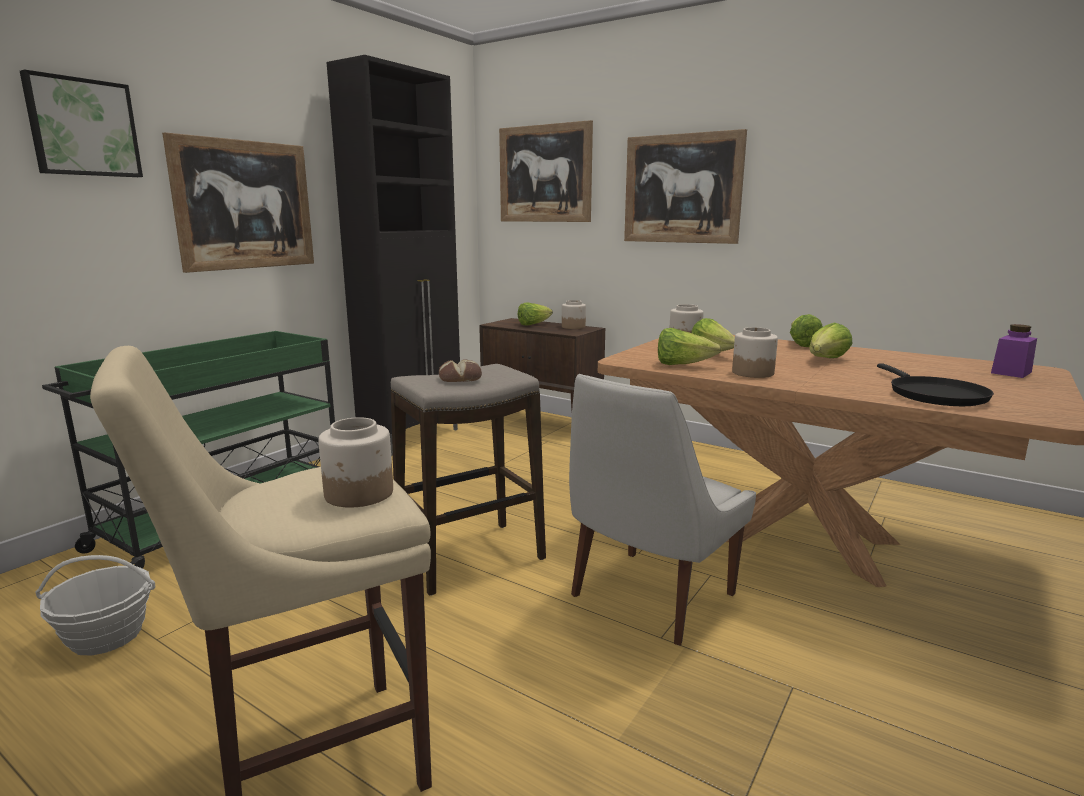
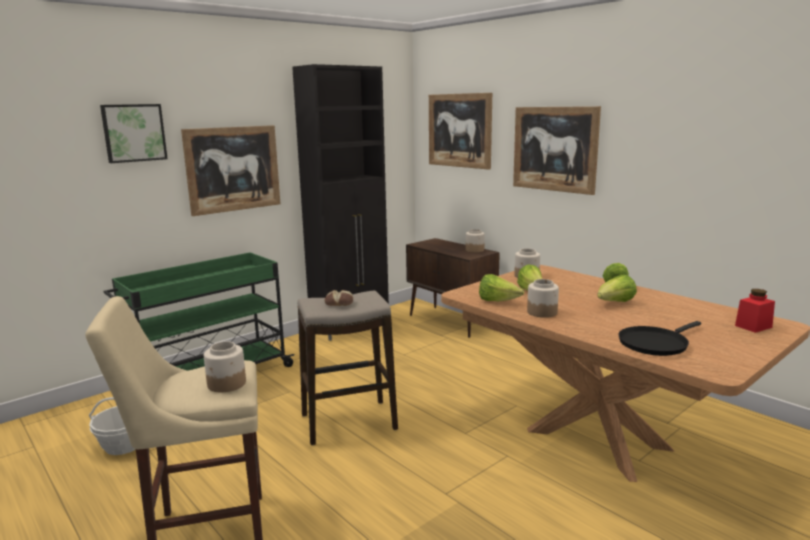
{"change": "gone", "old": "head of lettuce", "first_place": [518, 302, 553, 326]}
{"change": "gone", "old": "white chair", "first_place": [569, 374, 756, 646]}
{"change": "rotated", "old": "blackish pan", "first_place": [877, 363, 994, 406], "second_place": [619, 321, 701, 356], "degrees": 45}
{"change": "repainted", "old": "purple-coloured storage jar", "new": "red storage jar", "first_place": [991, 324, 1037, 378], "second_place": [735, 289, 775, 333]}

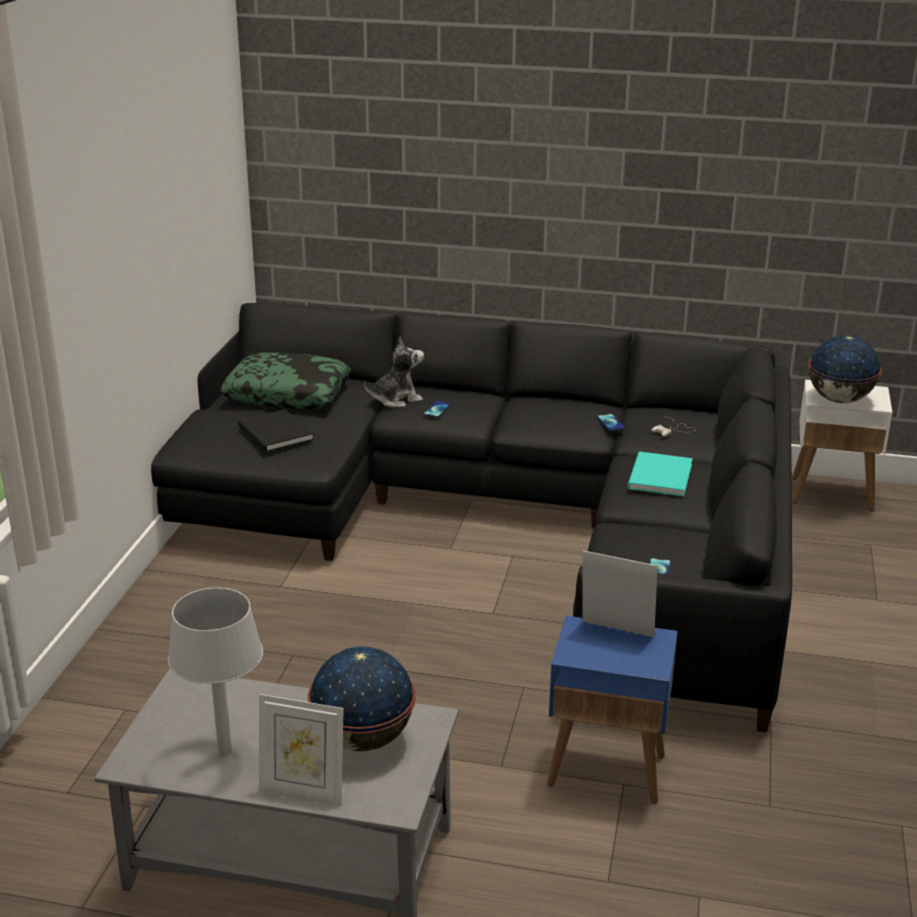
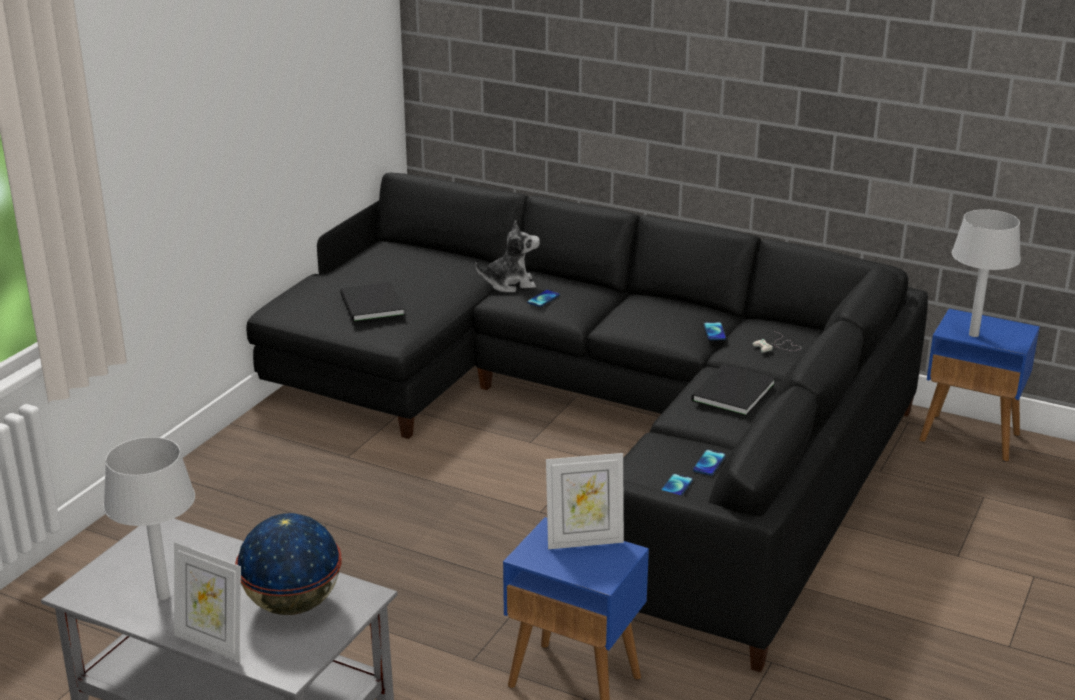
{"change": "gone", "old": "throw pillow", "first_place": [220, 352, 351, 409]}
{"change": "rotated", "old": "standing frame", "first_place": [582, 551, 658, 637], "second_place": [546, 453, 624, 549], "degrees": 135}
{"change": "repainted", "old": "blue-green bound book", "new": "blackish bound book", "first_place": [628, 452, 693, 497], "second_place": [691, 364, 775, 416]}
{"change": "repainted", "old": "white side table", "new": "blue side table", "first_place": [792, 380, 892, 511], "second_place": [919, 309, 1040, 462]}
{"change": "swapped", "old": "desk globe", "new": "greyish tabletop lamp", "first_place": [808, 335, 882, 403], "second_place": [952, 209, 1021, 337]}
{"change": "new", "new": "telephone", "second_place": [693, 450, 726, 476]}

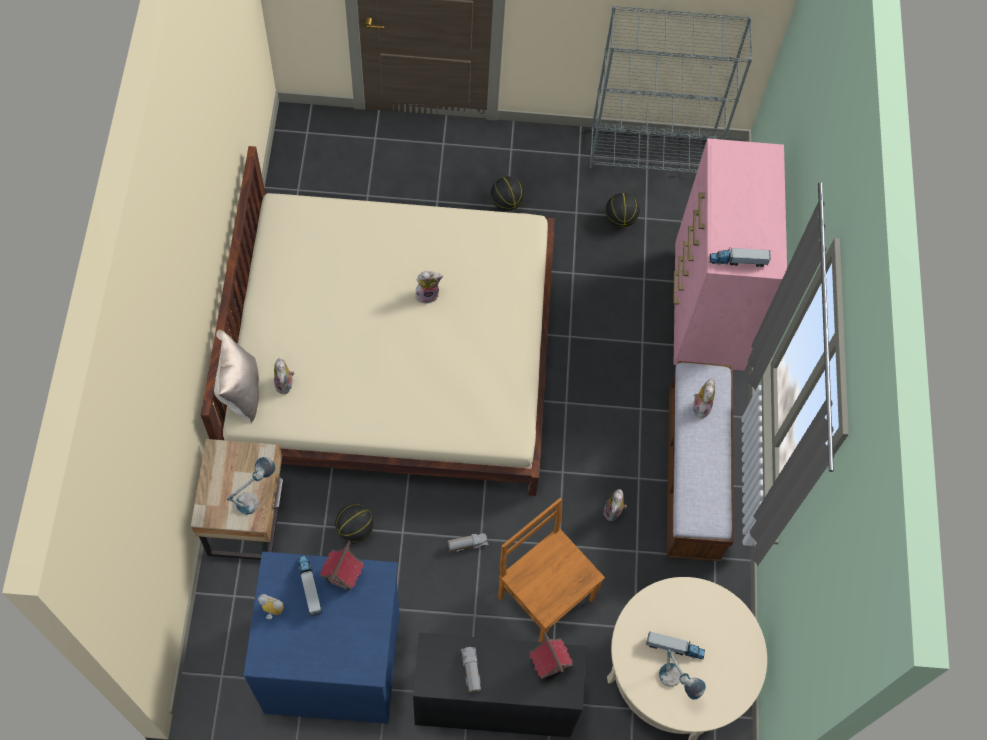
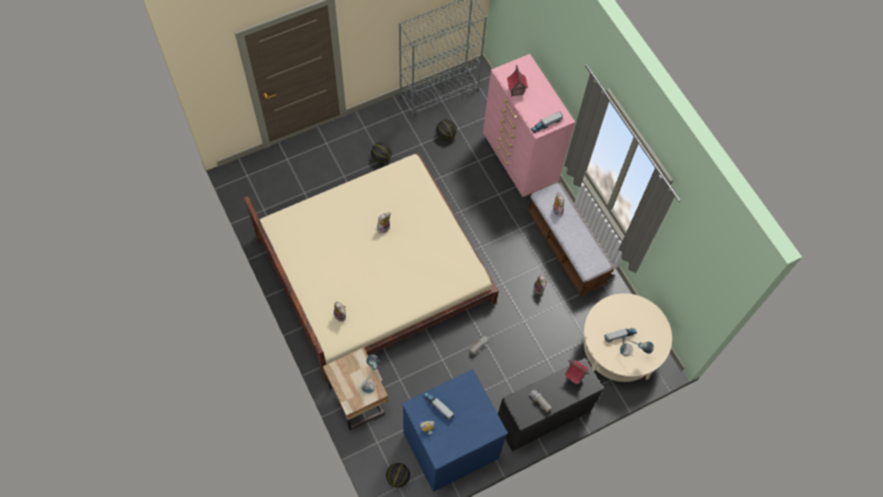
{"change": "gone", "old": "sand-coloured throw pillow", "first_place": [211, 329, 259, 423]}
{"change": "shifted", "old": "toy house", "first_place": [320, 541, 364, 591], "second_place": [507, 65, 528, 96]}
{"change": "shifted", "old": "basketball ball", "first_place": [335, 504, 374, 543], "second_place": [386, 463, 410, 488]}
{"change": "gone", "old": "brown-coloured chair", "first_place": [498, 498, 605, 642]}

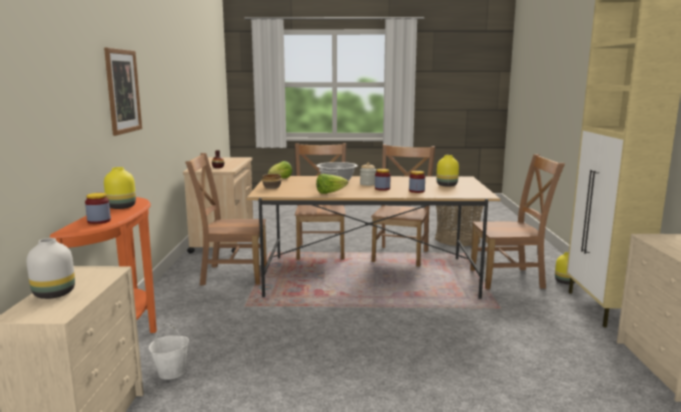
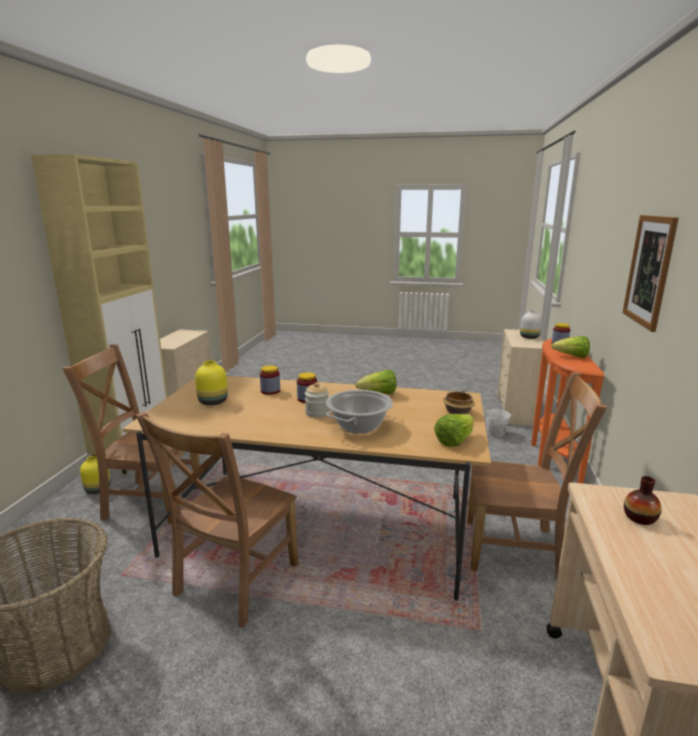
{"change": "swapped", "old": "yellowish vase", "new": "head of lettuce", "first_place": [104, 167, 136, 209], "second_place": [551, 336, 590, 358]}
{"change": "gone", "old": "brown-coloured chair", "first_place": [295, 143, 346, 260]}

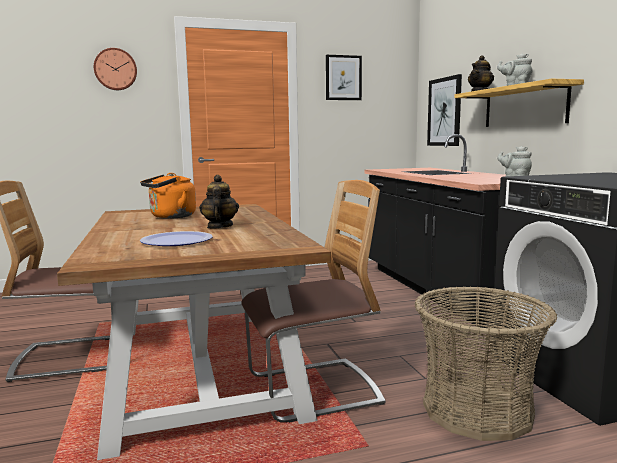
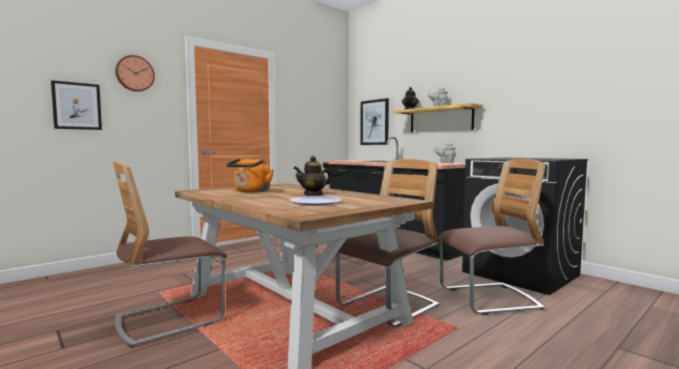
{"change": "rotated", "old": "pot for tea", "first_place": [199, 175, 239, 228], "second_place": [294, 156, 333, 196], "degrees": -90}
{"change": "shifted", "old": "wall art", "first_place": [326, 55, 362, 100], "second_place": [51, 80, 102, 130]}
{"change": "swapped", "old": "storage basket", "new": "chair", "first_place": [415, 286, 557, 441], "second_place": [439, 159, 546, 315]}

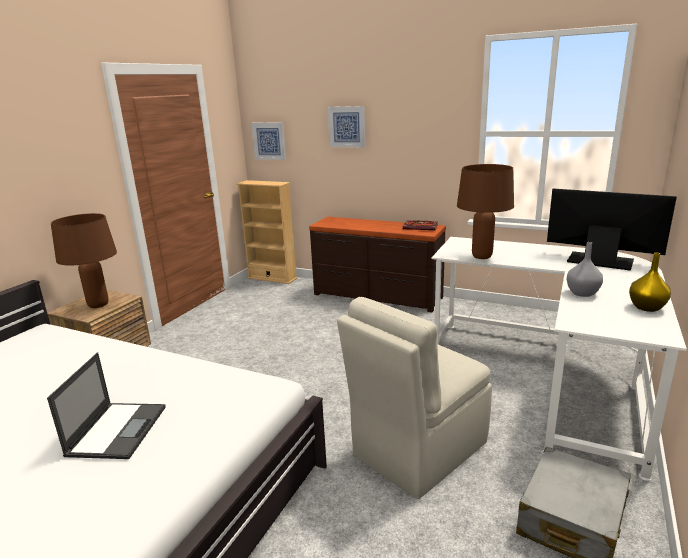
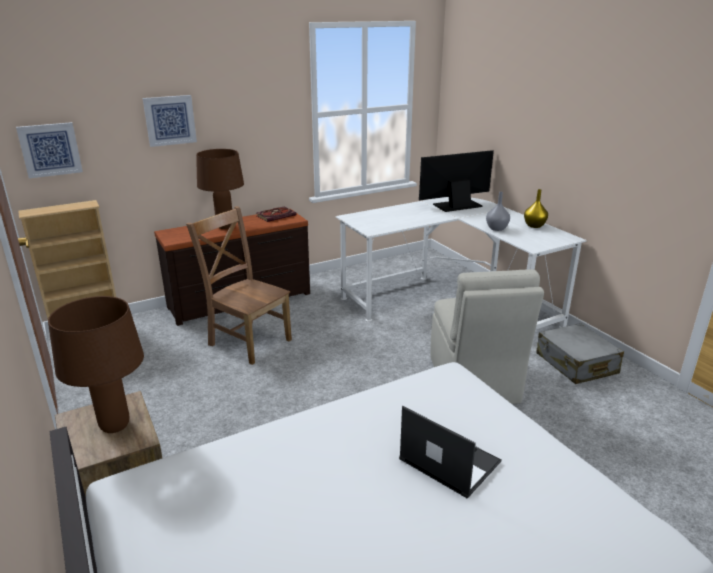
{"change": "shifted", "old": "brown-coloured tabletop lamp", "first_place": [457, 164, 514, 259], "second_place": [196, 149, 244, 229]}
{"change": "new", "new": "brown-coloured chair", "second_place": [186, 206, 292, 365]}

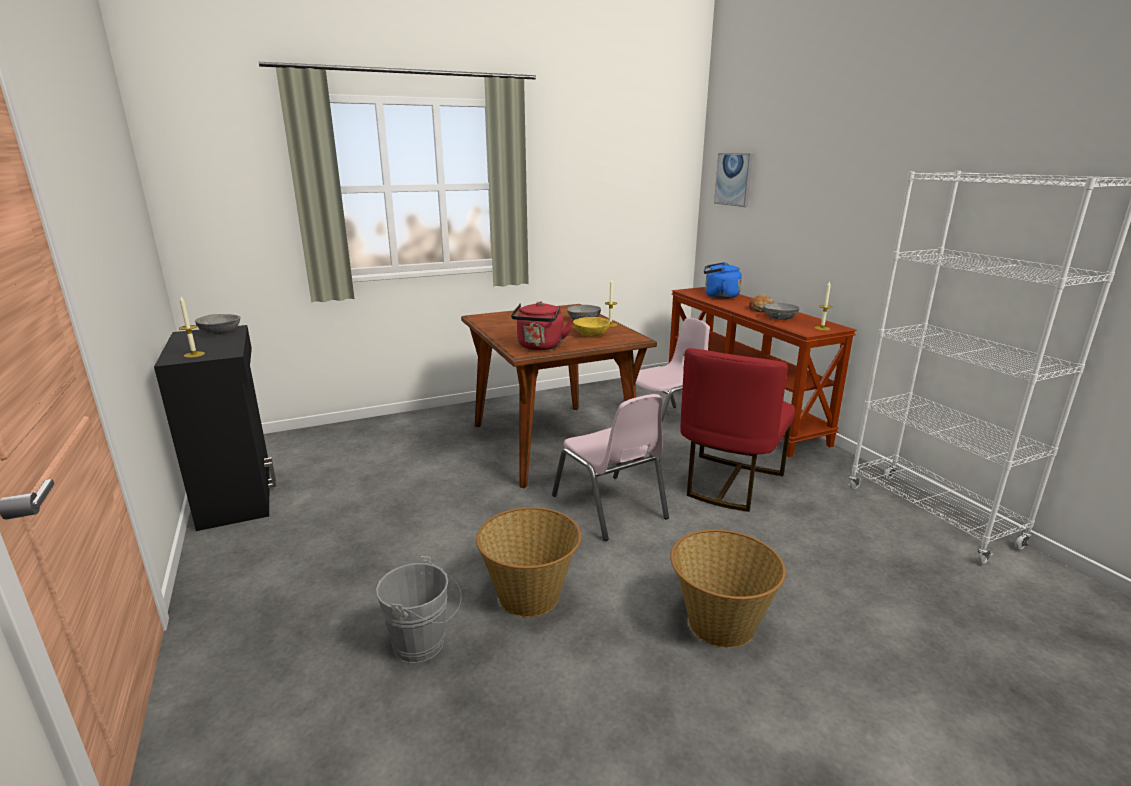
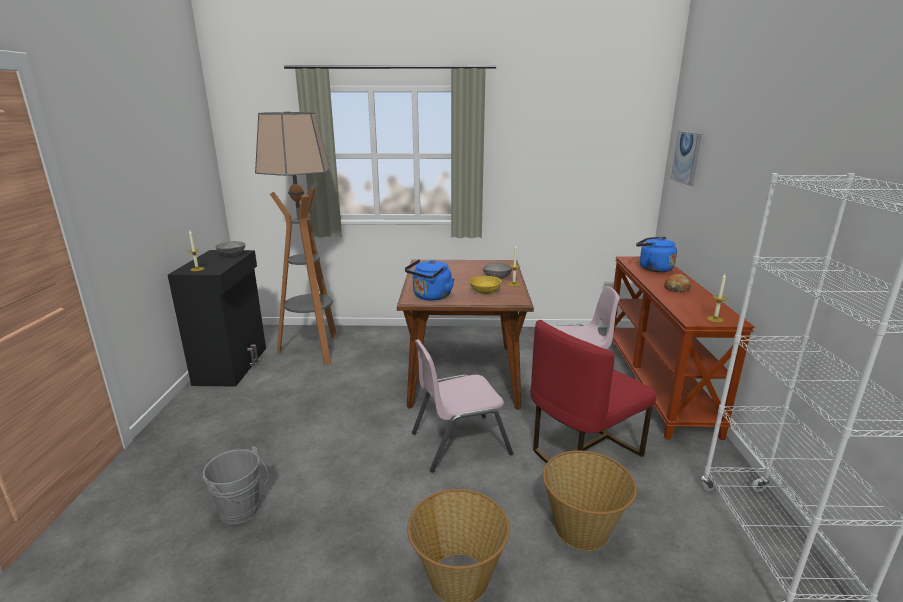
{"change": "shifted", "old": "storage basket", "first_place": [476, 507, 581, 617], "second_place": [543, 451, 637, 551]}
{"change": "repainted", "old": "red water kettle", "new": "blue water kettle", "first_place": [511, 301, 573, 350], "second_place": [405, 259, 454, 301]}
{"change": "rotated", "old": "pink chair", "first_place": [552, 394, 669, 541], "second_place": [412, 339, 513, 473], "degrees": 75}
{"change": "gone", "old": "greyish bowl", "first_place": [764, 303, 799, 320]}
{"change": "new", "new": "standard lamp", "second_place": [255, 112, 337, 365]}

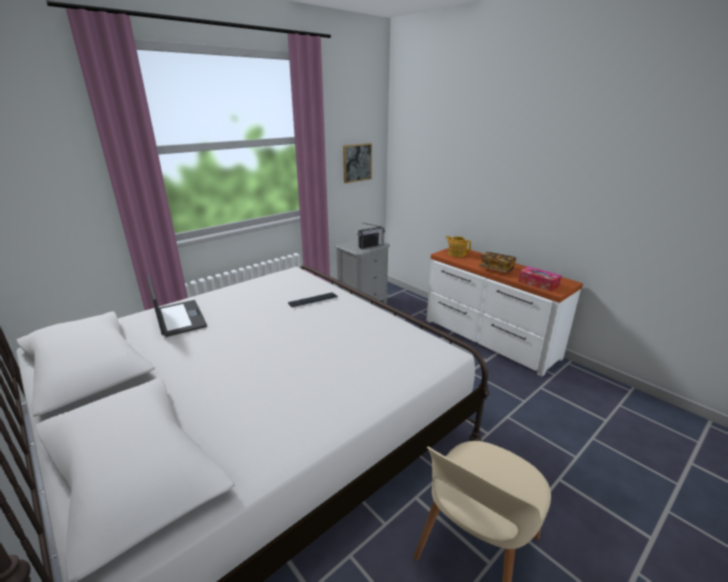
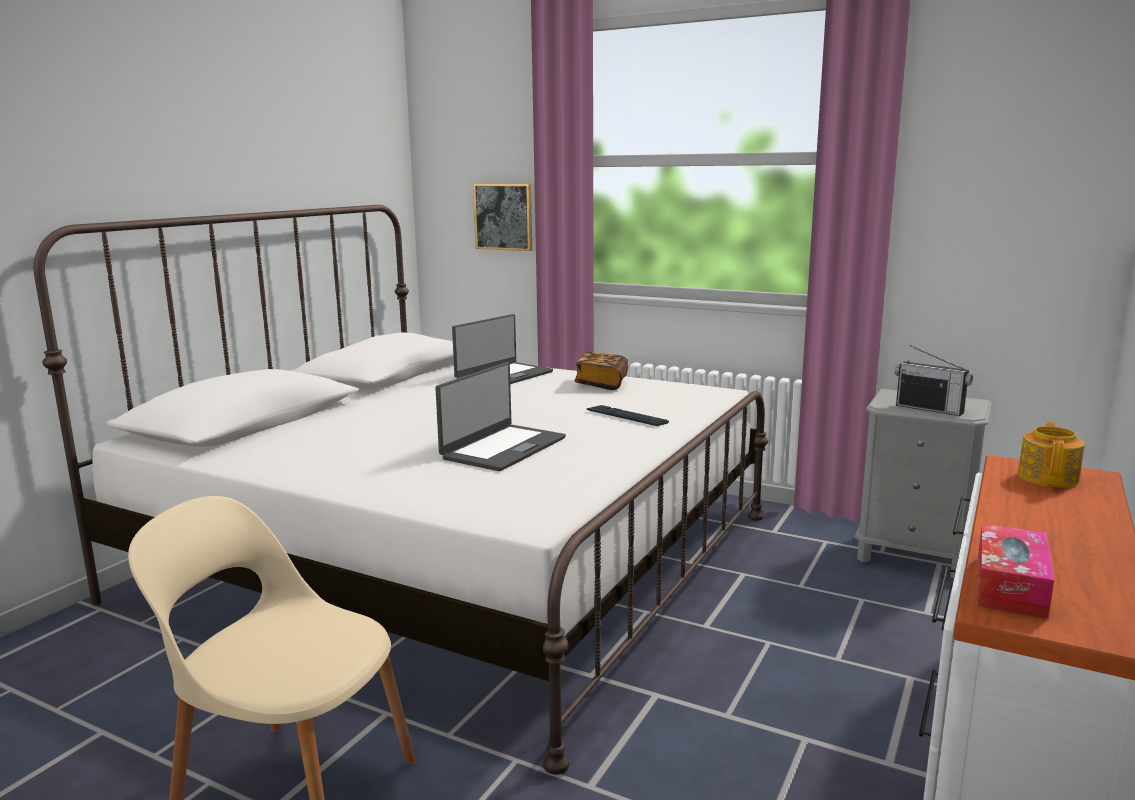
{"change": "shifted", "old": "wall art", "first_place": [343, 143, 372, 183], "second_place": [473, 183, 532, 251]}
{"change": "shifted", "old": "bound book", "first_place": [479, 252, 516, 273], "second_place": [574, 352, 628, 390]}
{"change": "new", "new": "notebook computer", "second_place": [435, 362, 566, 471]}

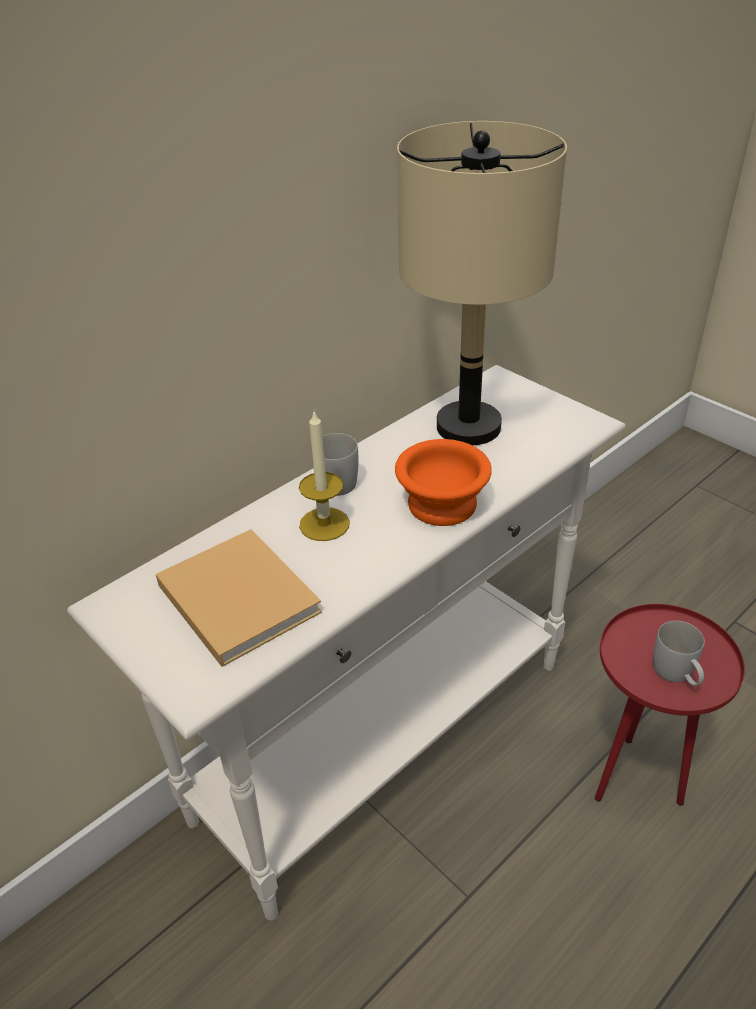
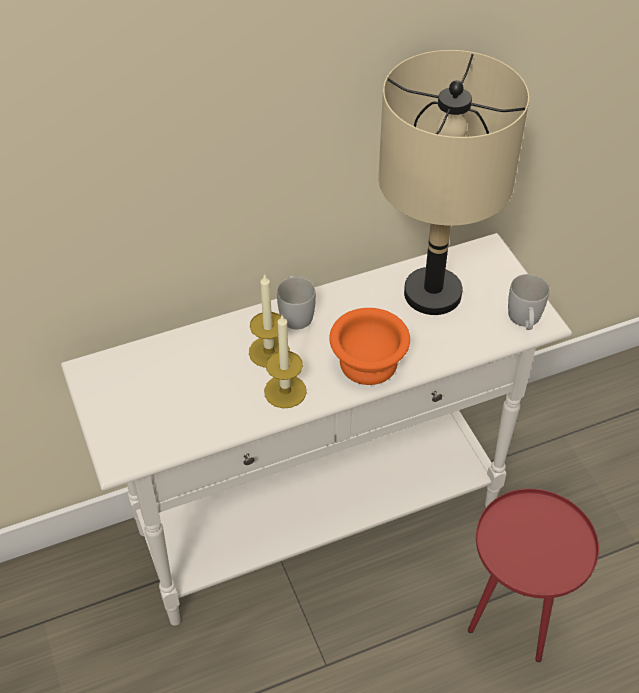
{"change": "gone", "old": "sand-coloured bound book", "first_place": [156, 529, 322, 667]}
{"change": "shifted", "old": "white tea mug", "first_place": [653, 621, 705, 686], "second_place": [508, 274, 549, 330]}
{"change": "new", "new": "candle", "second_place": [264, 315, 307, 408]}

